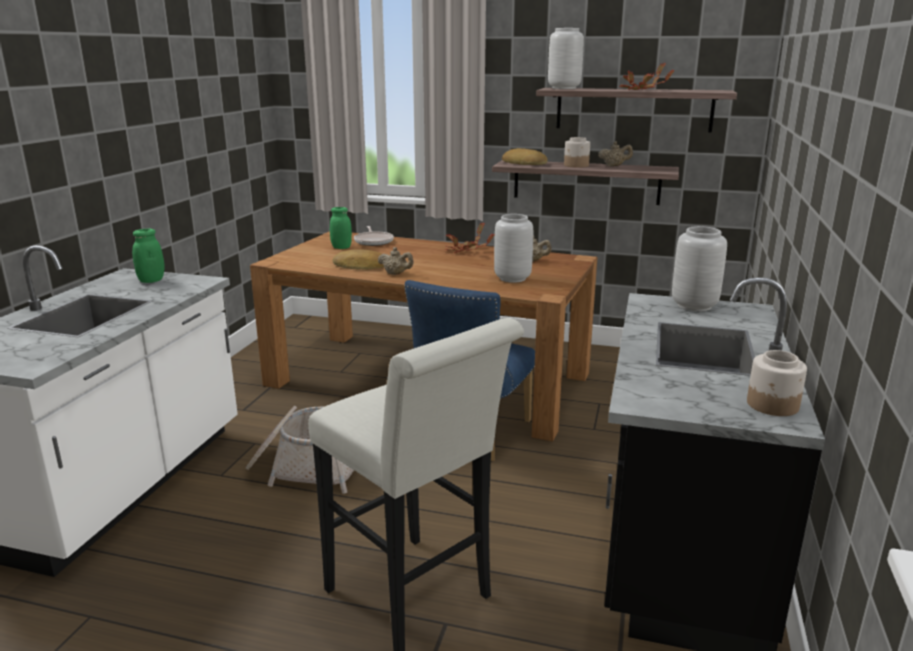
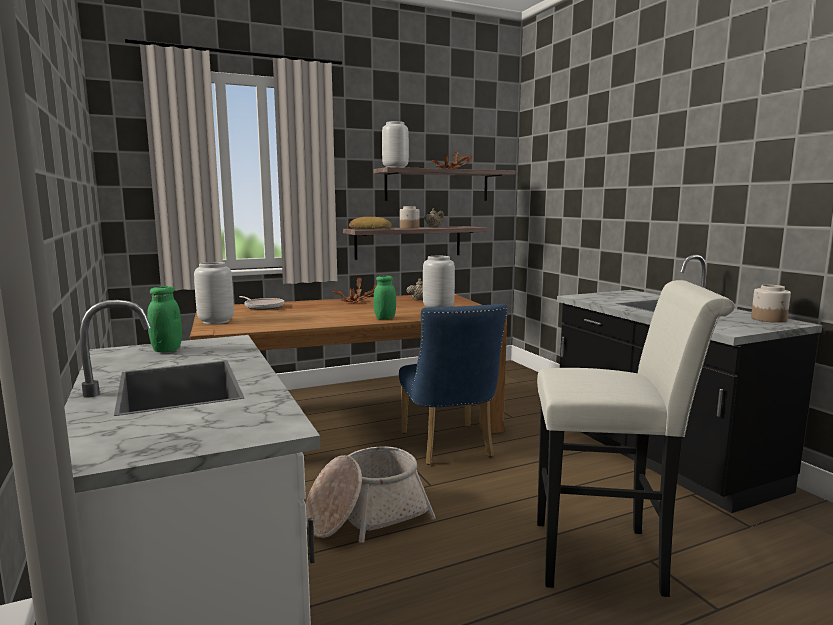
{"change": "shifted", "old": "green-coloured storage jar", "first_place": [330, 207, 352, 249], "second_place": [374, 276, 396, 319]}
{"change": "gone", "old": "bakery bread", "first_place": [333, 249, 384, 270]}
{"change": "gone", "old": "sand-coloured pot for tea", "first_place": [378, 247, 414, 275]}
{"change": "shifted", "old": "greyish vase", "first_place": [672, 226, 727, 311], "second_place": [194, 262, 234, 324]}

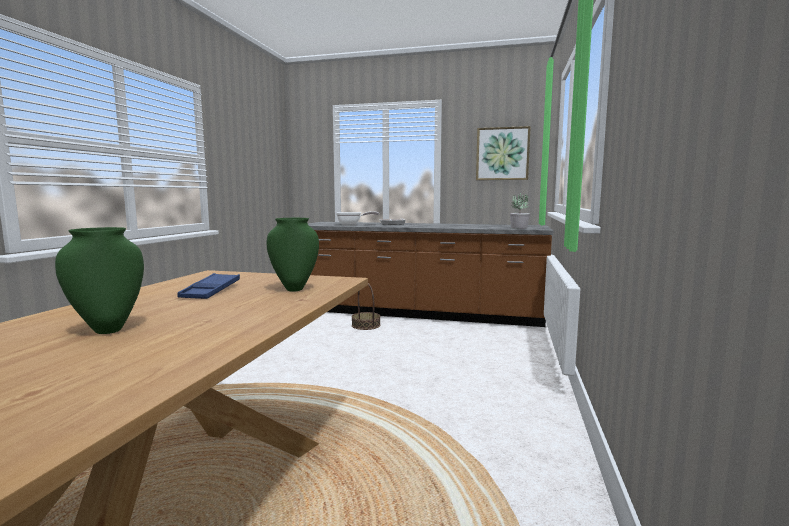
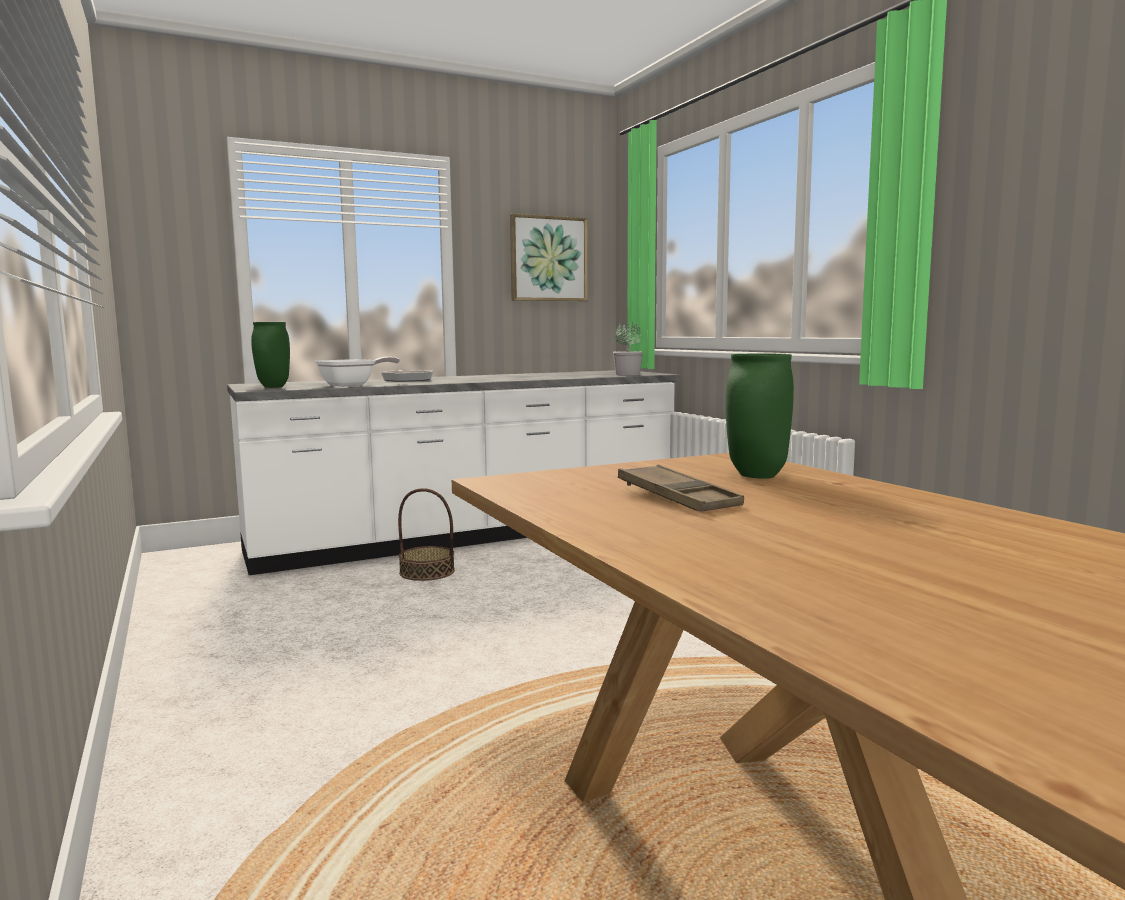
{"change": "shifted", "old": "green-coloured vase", "first_place": [55, 227, 144, 334], "second_place": [251, 322, 290, 388]}
{"change": "repainted", "old": "blue tray", "new": "brown-coloured tray", "first_place": [177, 273, 240, 299], "second_place": [618, 464, 744, 512]}
{"change": "repainted", "old": "brown-coloured kitchen base unit", "new": "white kitchen base unit", "first_place": [308, 222, 553, 327], "second_place": [227, 370, 680, 575]}

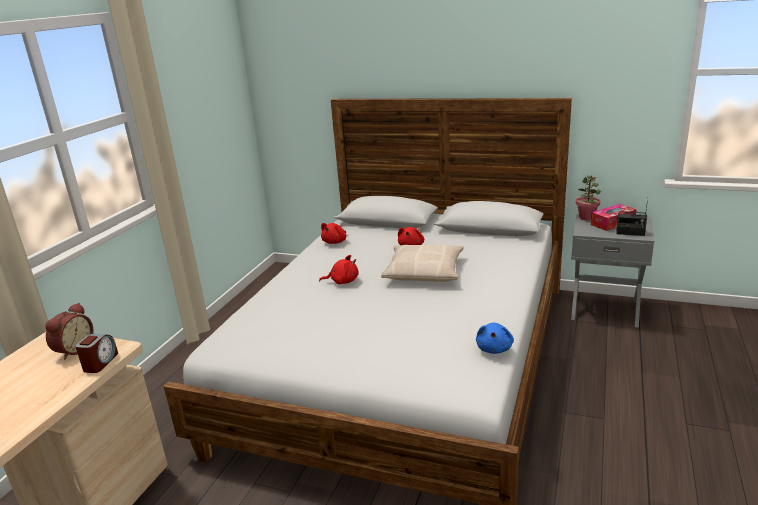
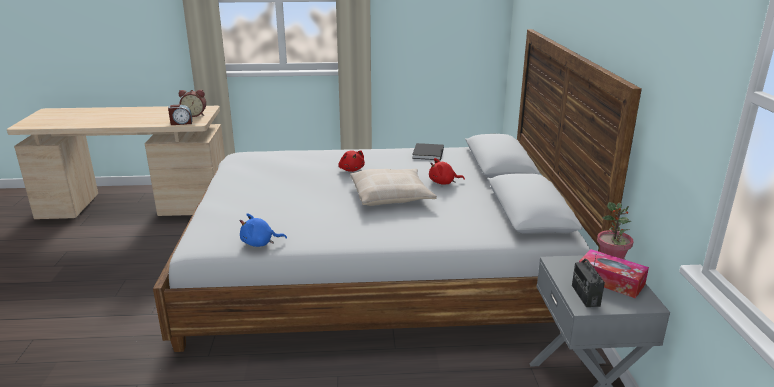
{"change": "swapped", "old": "red soft toy", "new": "blackish bound book", "first_place": [321, 223, 346, 244], "second_place": [412, 143, 444, 160]}

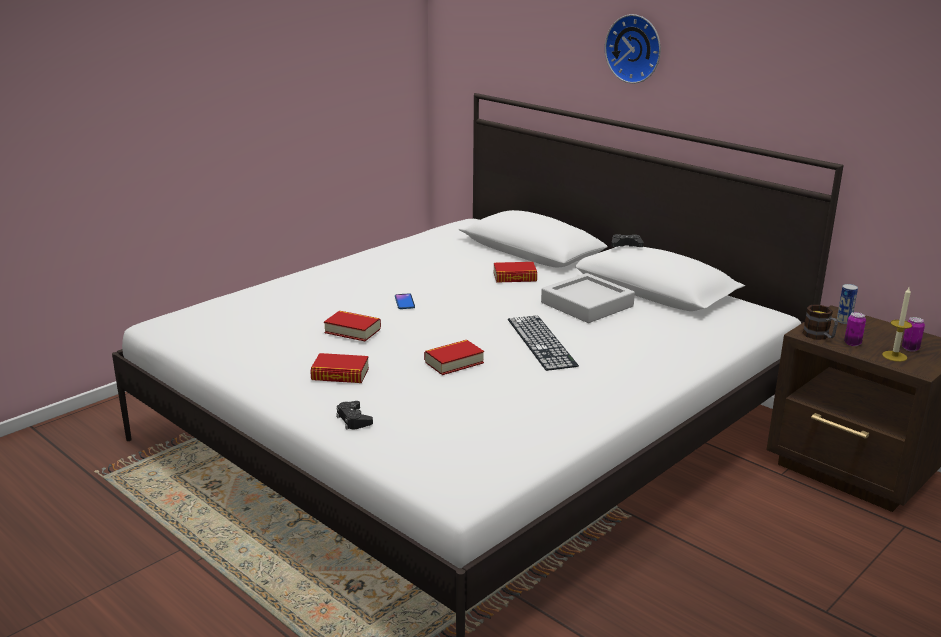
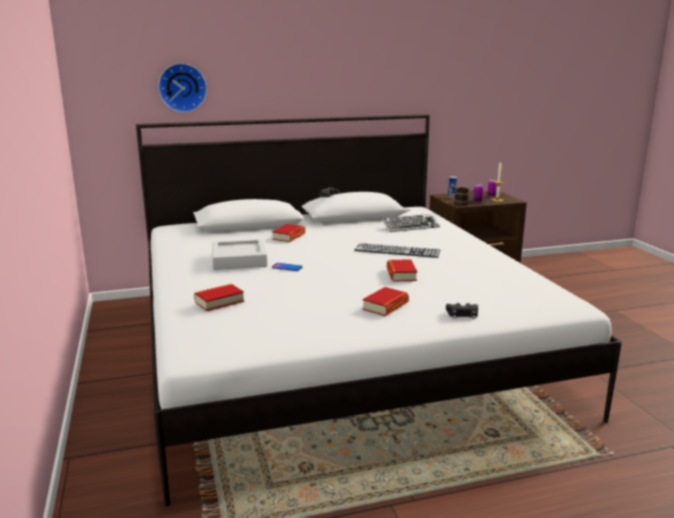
{"change": "shifted", "old": "bound book", "first_place": [324, 311, 381, 341], "second_place": [194, 284, 244, 311]}
{"change": "shifted", "old": "greyish tray", "first_place": [541, 273, 635, 323], "second_place": [212, 239, 267, 270]}
{"change": "shifted", "old": "wall clock", "first_place": [605, 14, 661, 84], "second_place": [158, 63, 207, 112]}
{"change": "new", "new": "keyboard", "second_place": [382, 214, 440, 232]}

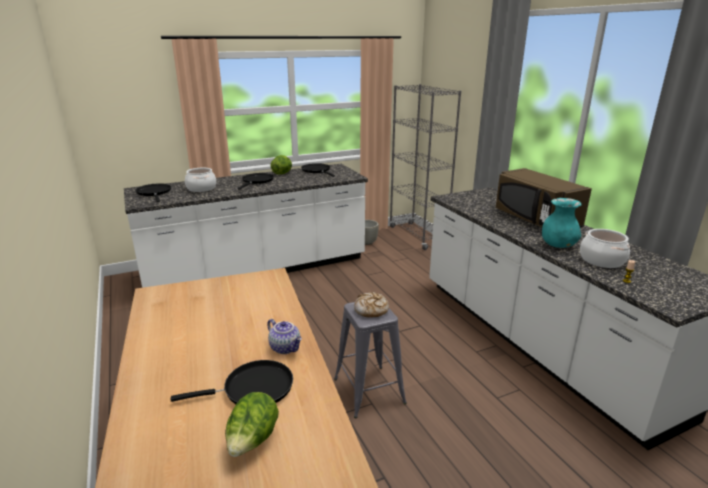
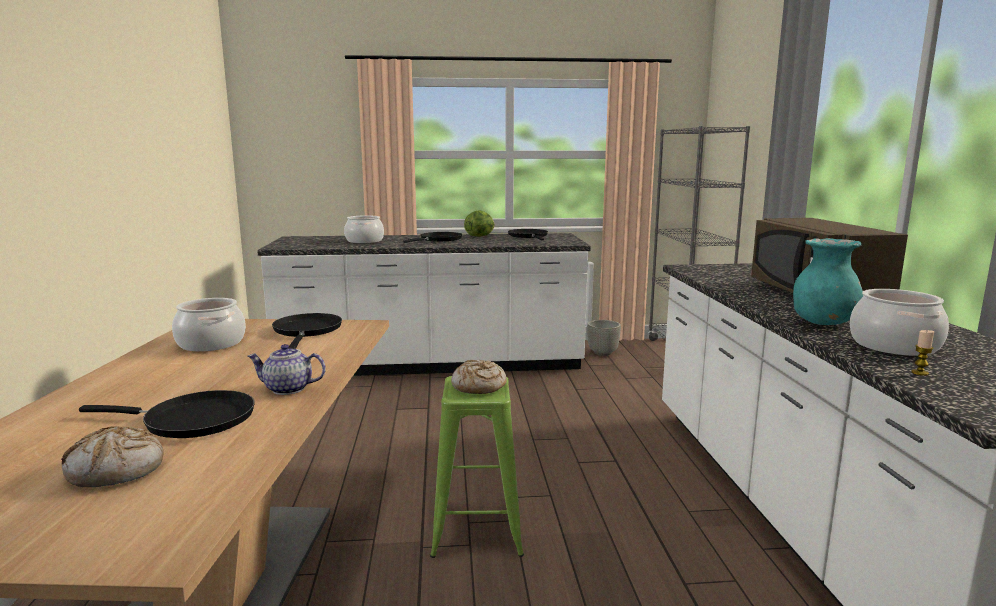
{"change": "shifted", "old": "blackish pan", "first_place": [135, 183, 171, 202], "second_place": [272, 313, 342, 349]}
{"change": "swapped", "old": "head of lettuce", "new": "bakery bread", "first_place": [225, 392, 279, 457], "second_place": [61, 426, 163, 487]}
{"change": "rotated", "old": "pot for tea", "first_place": [267, 319, 302, 354], "second_place": [248, 344, 326, 395], "degrees": 120}
{"change": "repainted", "old": "greyish stool seat", "new": "green-coloured stool seat", "first_place": [334, 302, 407, 418], "second_place": [430, 376, 524, 558]}
{"change": "new", "new": "cooking pot", "second_place": [172, 298, 246, 352]}

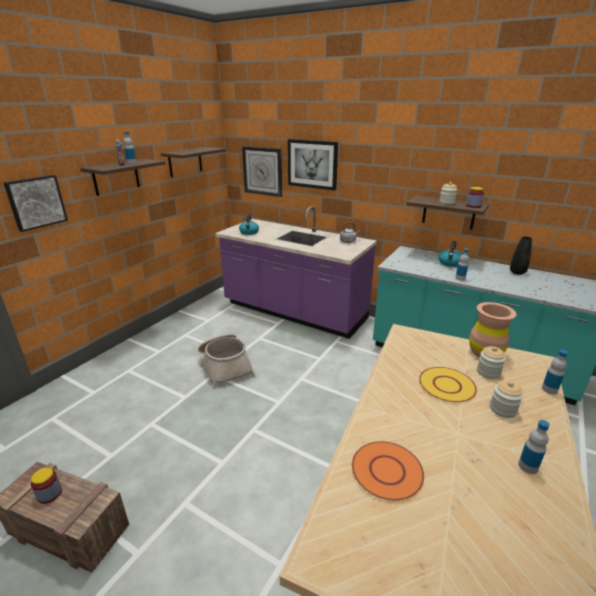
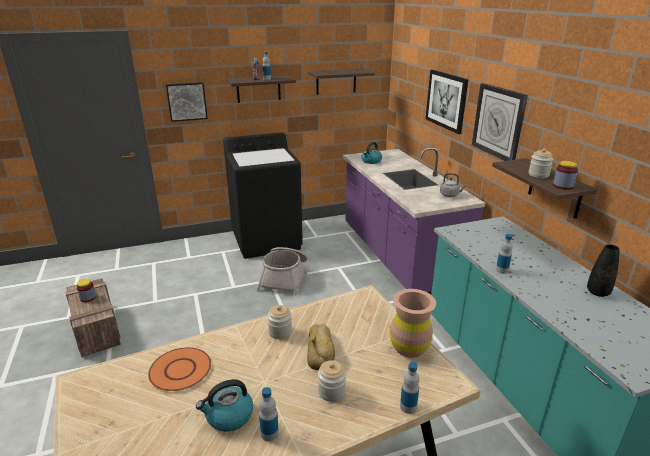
{"change": "shifted", "old": "wall clock", "first_place": [242, 146, 282, 197], "second_place": [472, 83, 528, 161]}
{"change": "swapped", "old": "yellowish dinner plate", "new": "bakery bread", "first_place": [419, 367, 477, 403], "second_place": [307, 324, 335, 370]}
{"change": "shifted", "old": "water kettle", "first_place": [439, 241, 462, 267], "second_place": [196, 379, 253, 432]}
{"change": "shifted", "old": "storage jar", "first_place": [477, 346, 506, 379], "second_place": [267, 305, 292, 339]}
{"change": "new", "new": "blackish laundry appliance", "second_place": [223, 132, 303, 259]}

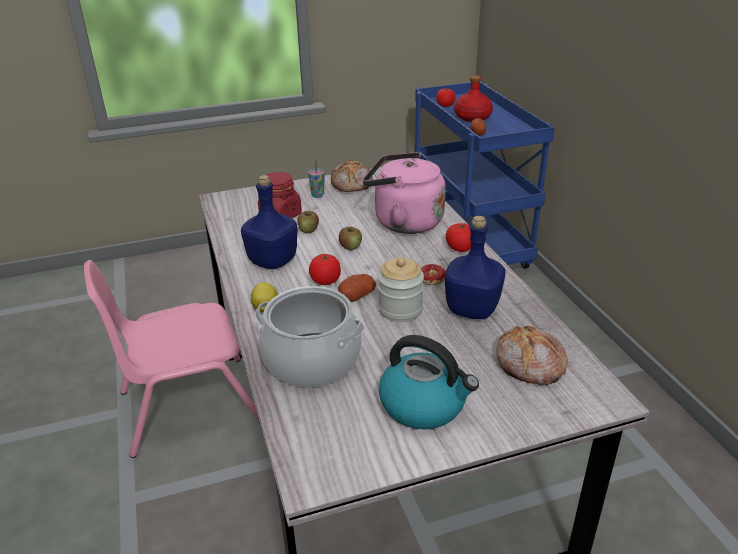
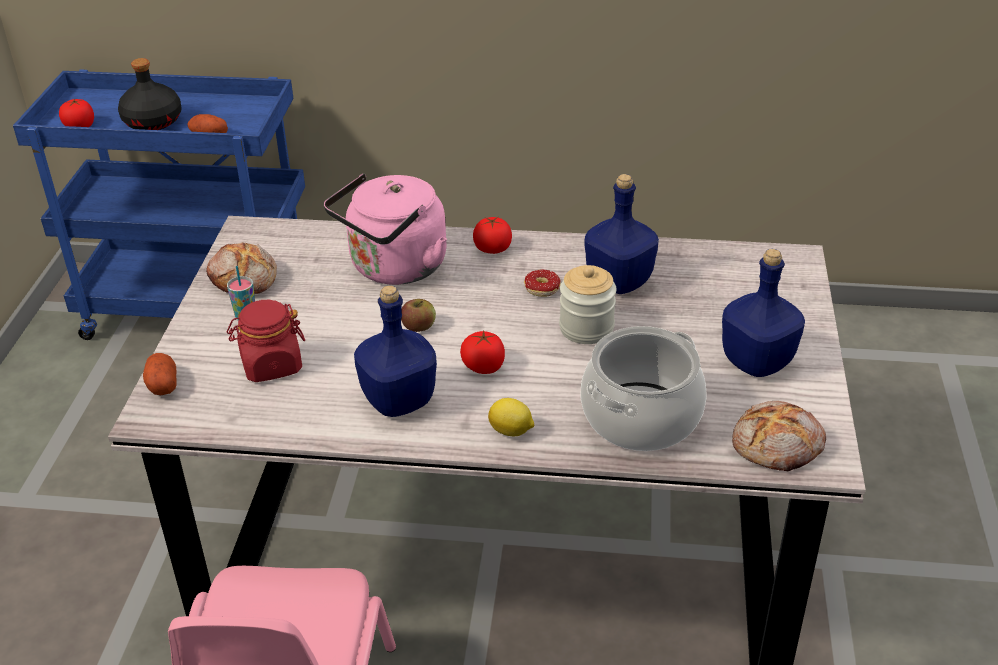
{"change": "gone", "old": "whole apple", "first_place": [297, 211, 319, 233]}
{"change": "shifted", "old": "whole potato", "first_place": [338, 274, 376, 302], "second_place": [143, 353, 177, 395]}
{"change": "swapped", "old": "water kettle", "new": "blue drink bottle", "first_place": [379, 335, 479, 430], "second_place": [722, 249, 805, 377]}
{"change": "repainted", "old": "red drink bottle", "new": "blackish drink bottle", "first_place": [454, 75, 493, 122], "second_place": [118, 58, 182, 130]}
{"change": "shifted", "old": "bakery bread", "first_place": [496, 326, 568, 385], "second_place": [732, 401, 826, 471]}

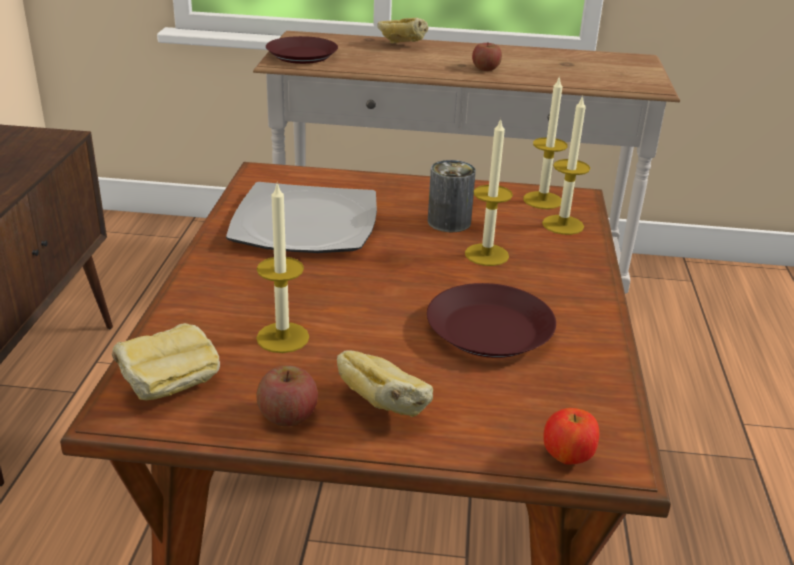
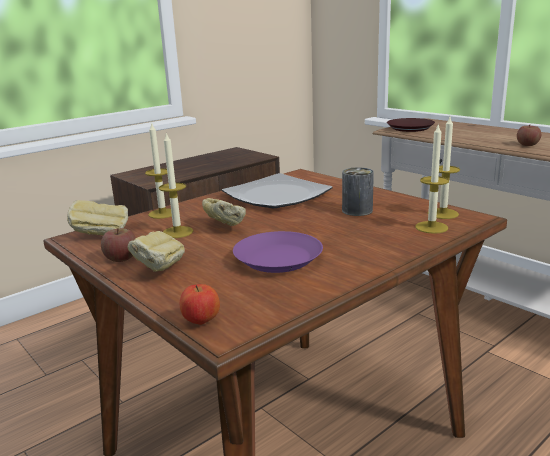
{"change": "shifted", "old": "bakery bread", "first_place": [377, 18, 428, 43], "second_place": [202, 198, 246, 226]}
{"change": "repainted", "old": "brown-coloured dinner plate", "new": "purple-coloured dinner plate", "first_place": [427, 283, 556, 358], "second_place": [233, 231, 323, 273]}
{"change": "shifted", "old": "candle", "first_place": [465, 118, 513, 266], "second_place": [145, 122, 172, 219]}

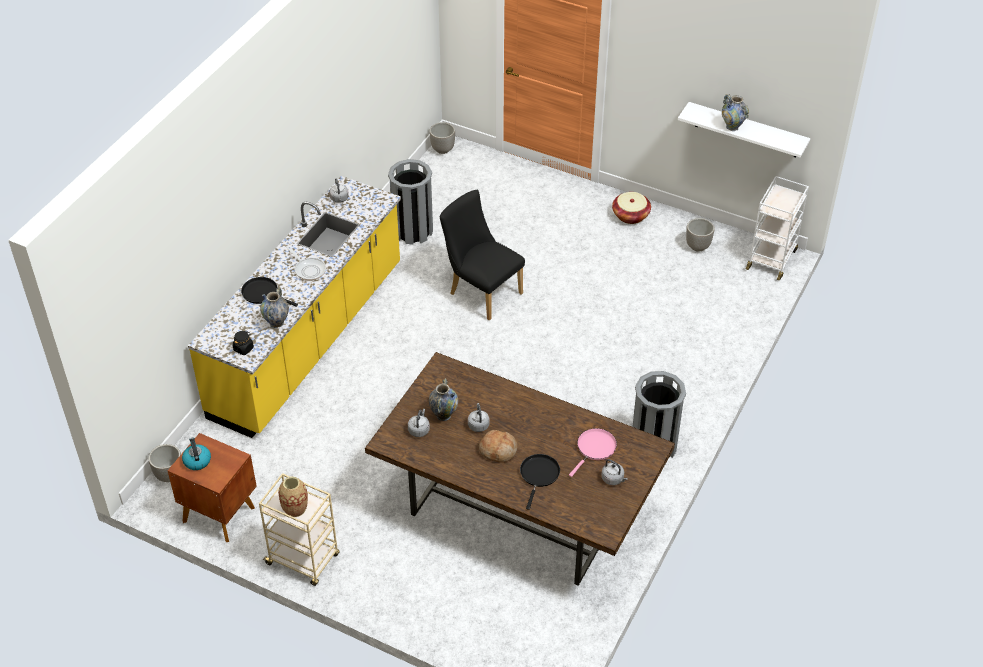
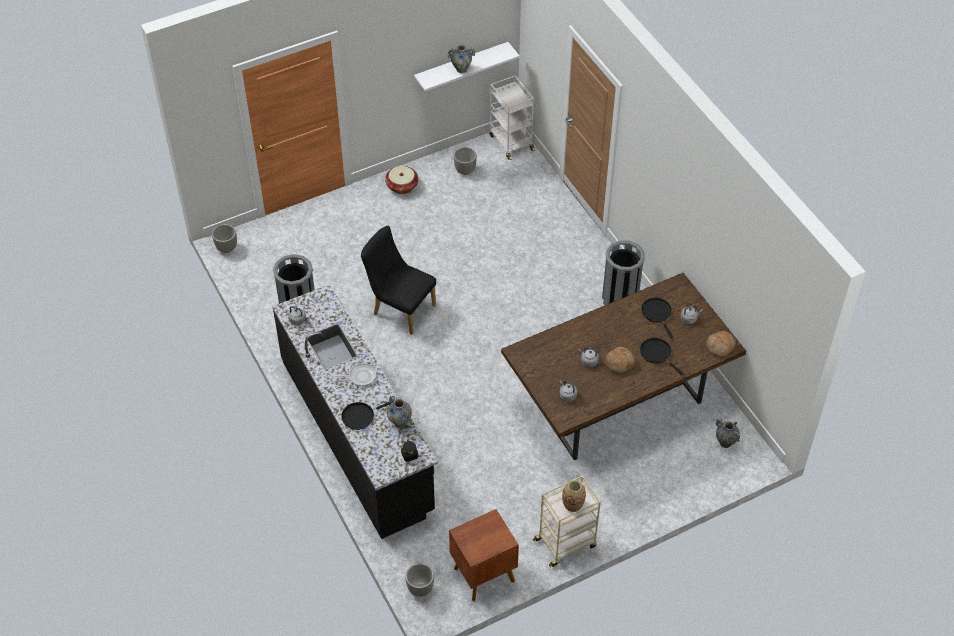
{"change": "gone", "old": "water kettle", "first_place": [182, 438, 211, 470]}
{"change": "repainted", "old": "yellowish kitchen base unit", "new": "blackish kitchen base unit", "first_place": [188, 176, 401, 438], "second_place": [272, 284, 438, 539]}
{"change": "shifted", "old": "vase", "first_place": [429, 378, 458, 421], "second_place": [716, 419, 740, 448]}
{"change": "rotated", "old": "blackish chair", "first_place": [440, 190, 525, 321], "second_place": [361, 226, 436, 335], "degrees": 45}
{"change": "repainted", "old": "pink pan", "new": "blackish pan", "first_place": [569, 428, 617, 477], "second_place": [641, 298, 673, 339]}
{"change": "new", "new": "bakery bread", "second_place": [706, 331, 736, 357]}

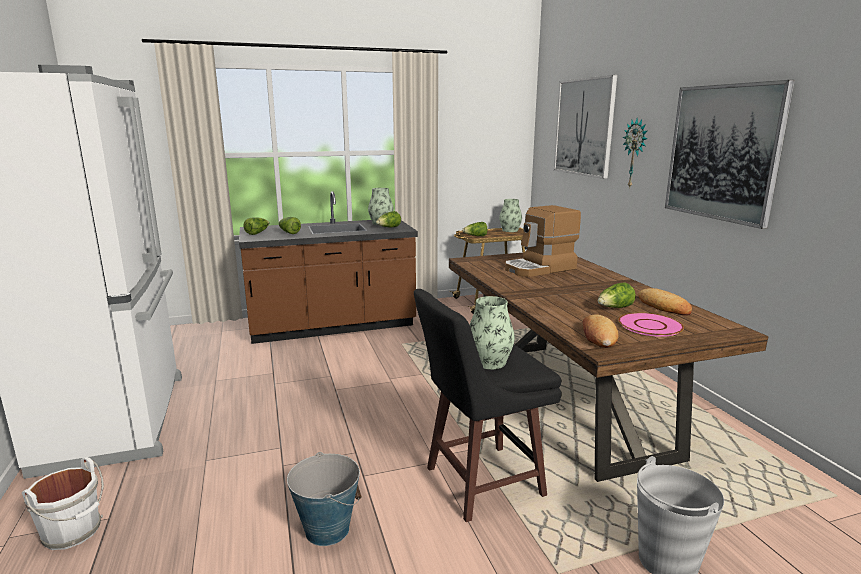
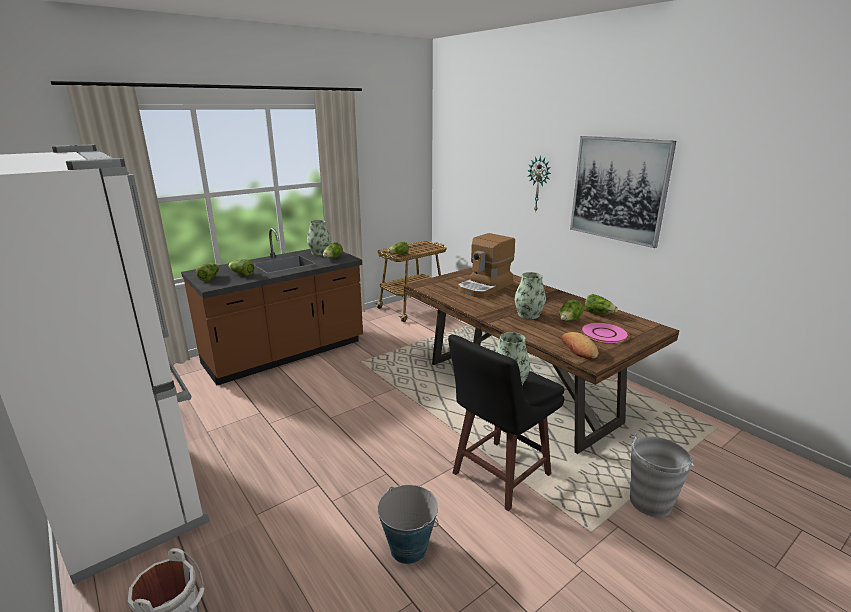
{"change": "shifted", "old": "vase", "first_place": [499, 199, 522, 232], "second_place": [514, 272, 546, 319]}
{"change": "gone", "old": "wall art", "first_place": [554, 75, 617, 179]}
{"change": "swapped", "old": "bakery bread", "new": "head of lettuce", "first_place": [638, 288, 692, 316], "second_place": [585, 294, 618, 314]}

